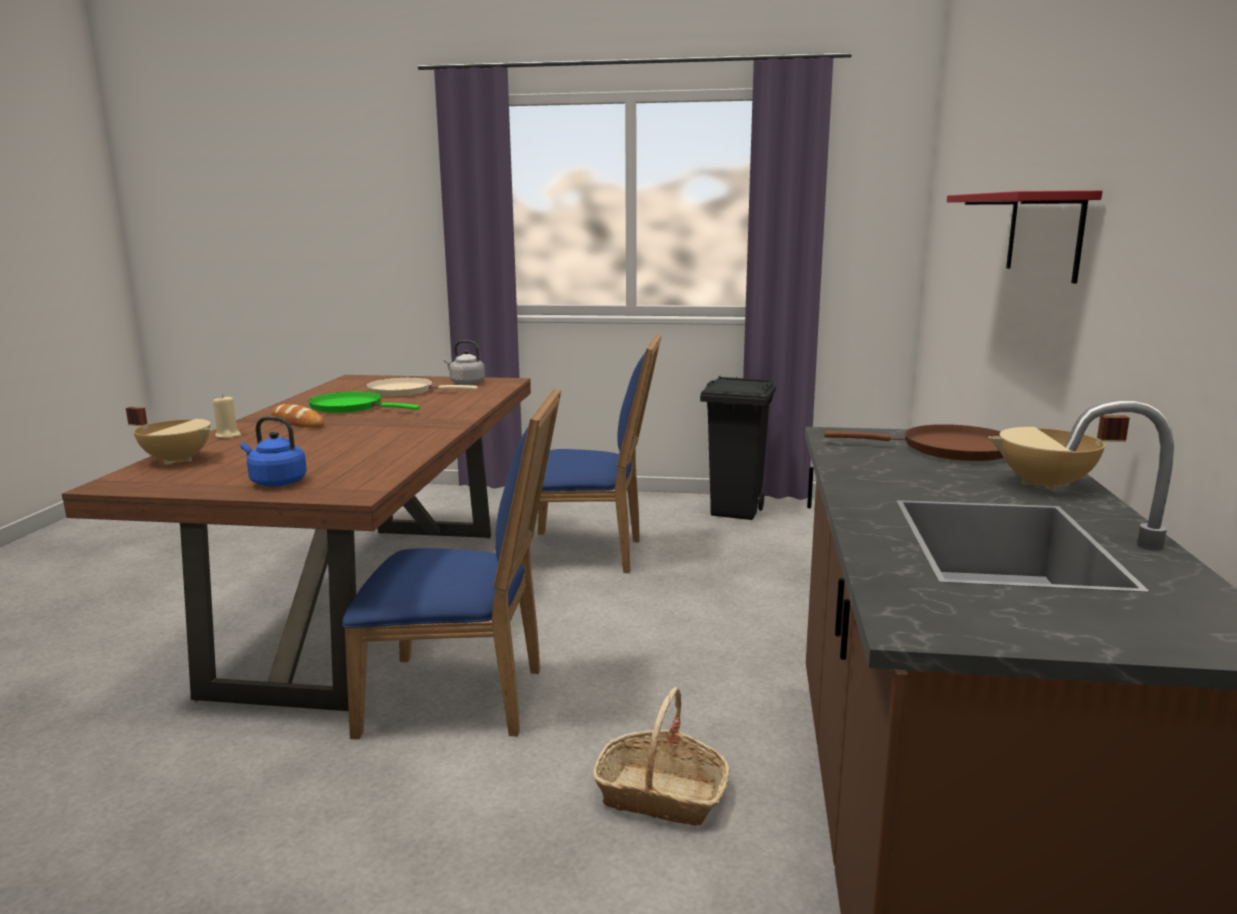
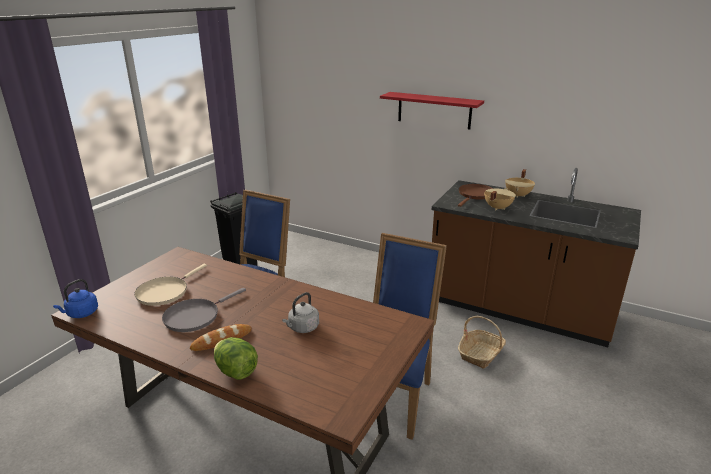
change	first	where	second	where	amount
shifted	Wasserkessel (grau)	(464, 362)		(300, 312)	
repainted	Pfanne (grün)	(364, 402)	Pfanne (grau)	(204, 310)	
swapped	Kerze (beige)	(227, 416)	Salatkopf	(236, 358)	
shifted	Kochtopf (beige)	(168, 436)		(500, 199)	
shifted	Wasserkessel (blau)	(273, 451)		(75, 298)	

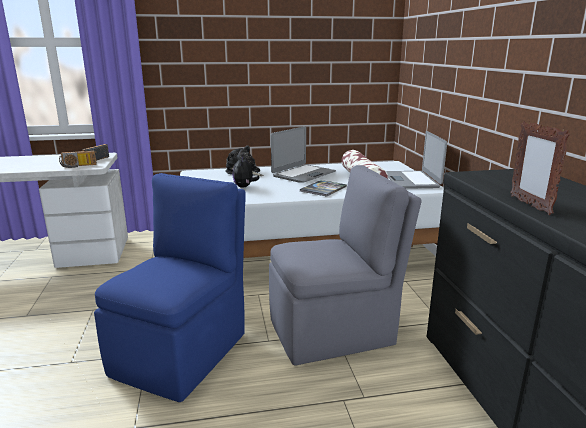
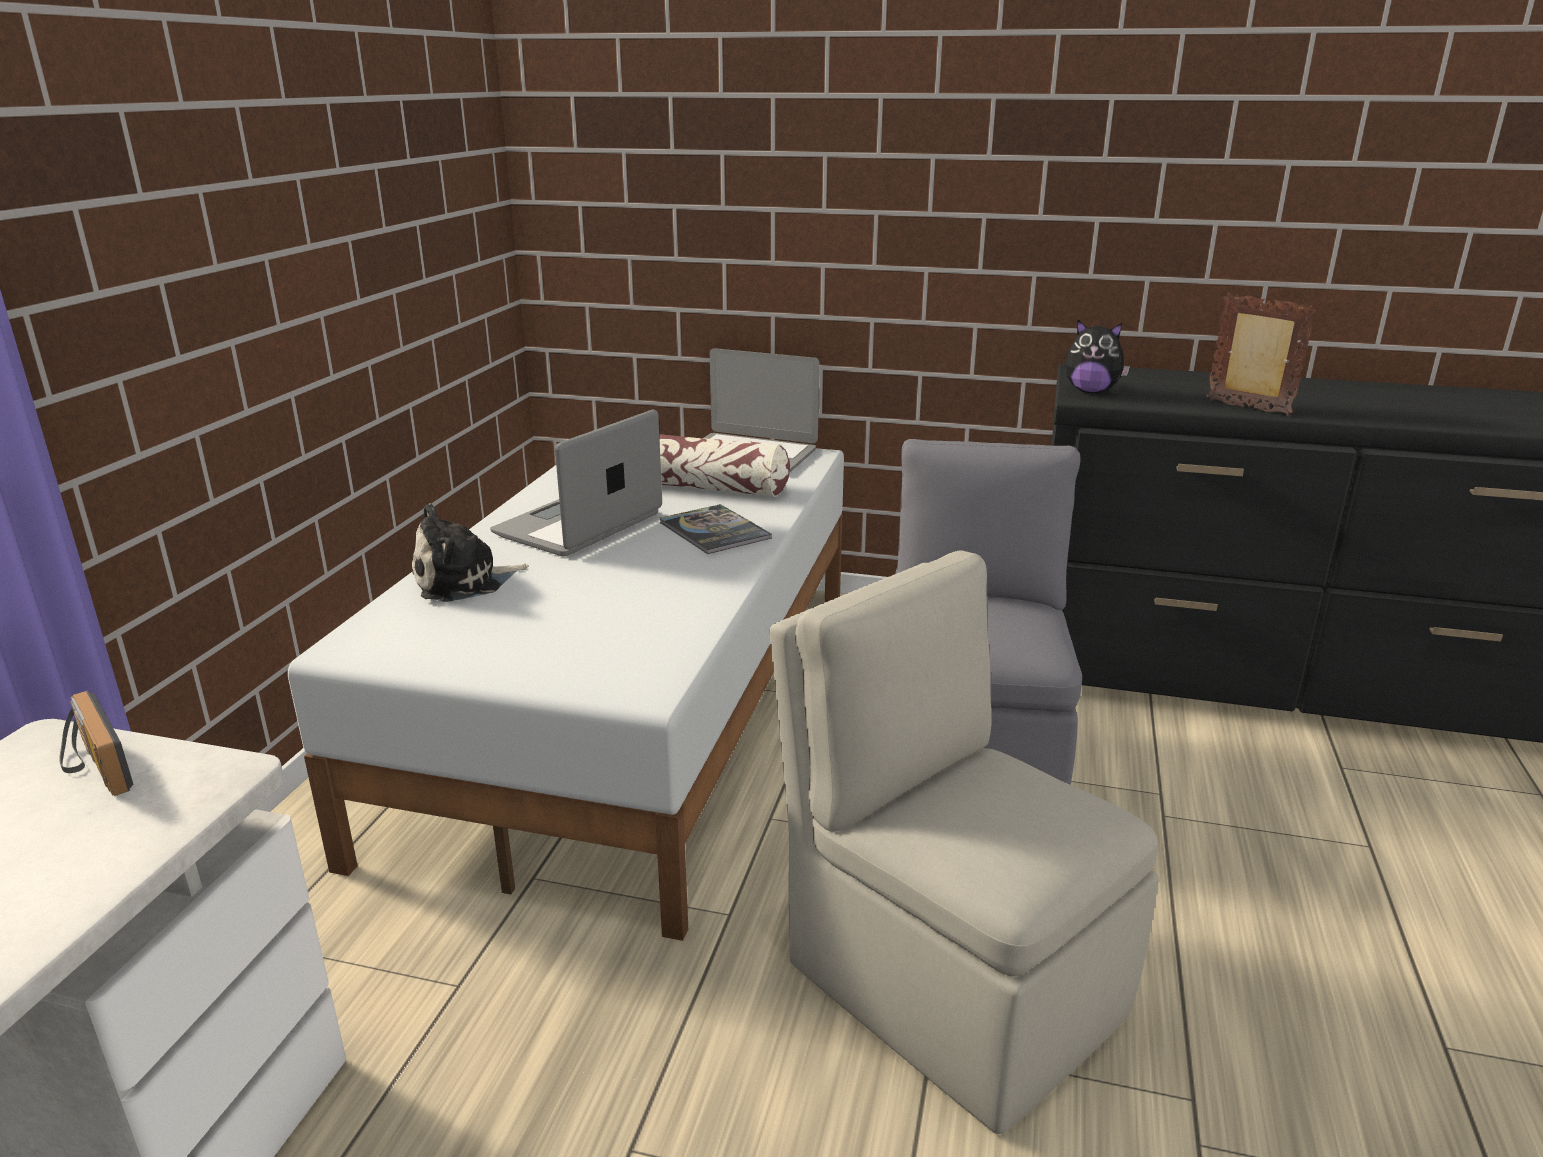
change	first	where	second	where	amount
rotated	Bilderrahmen	(540, 168)		(1261, 354)	150 degrees counterclockwise
rotated	Laptop	(303, 154)		(576, 483)	120 degrees counterclockwise
gone	Radio	(78, 159)			
shifted	Plüschtier	(246, 172)		(1097, 356)	
repainted	Stuhl (blau)	(170, 287)	Stuhl (beige)	(964, 842)	

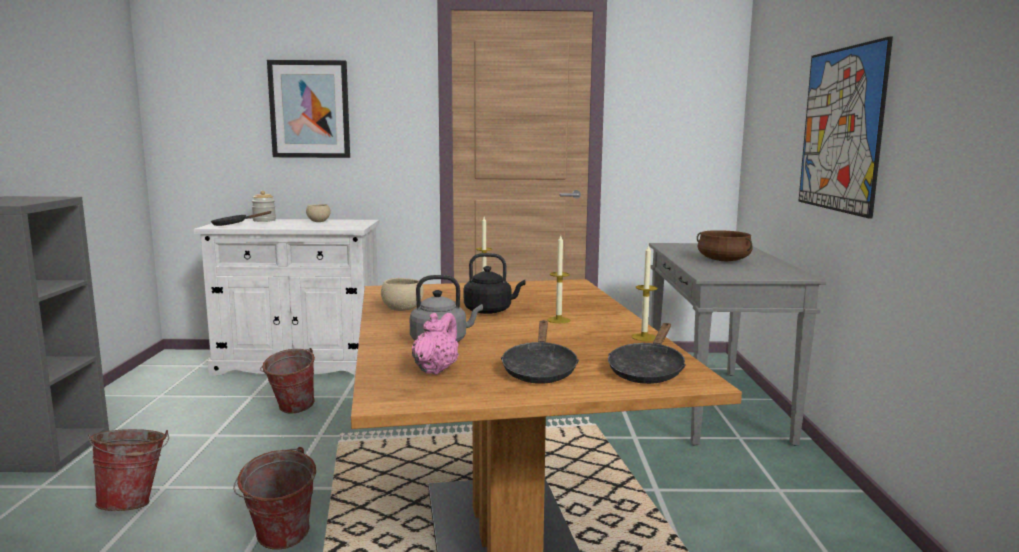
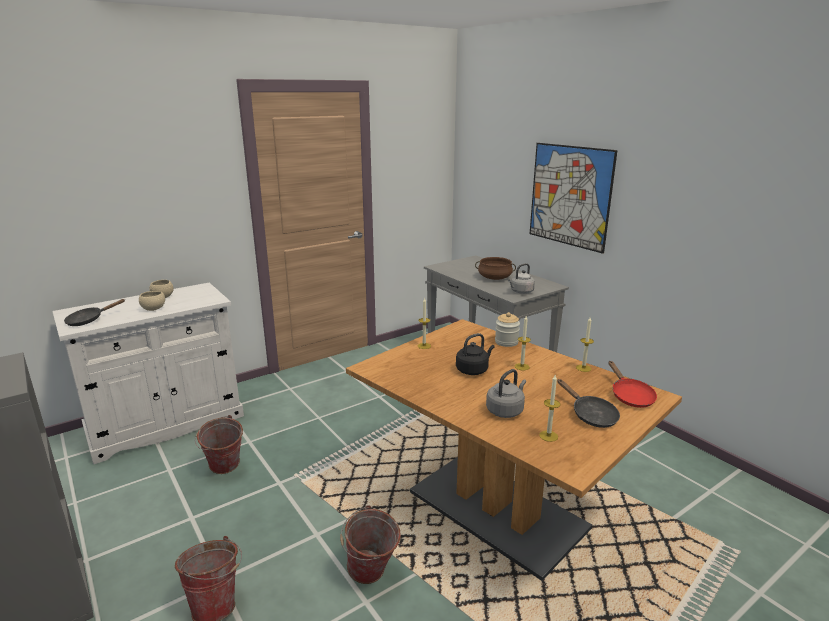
change	first	where	second	where	amount
gone	Bild	(308, 109)			
shifted	Vorratsglas	(264, 206)		(507, 329)	
shifted	Schüssel (beige)	(402, 294)		(152, 301)	
swapped	Teekanne (rosa)	(435, 344)	Kerze	(549, 408)	
repainted	Pfanne (schwarz)	(647, 353)	Pfanne (rot)	(632, 384)	
new			Wasserkessel (grau)	(521, 278)	

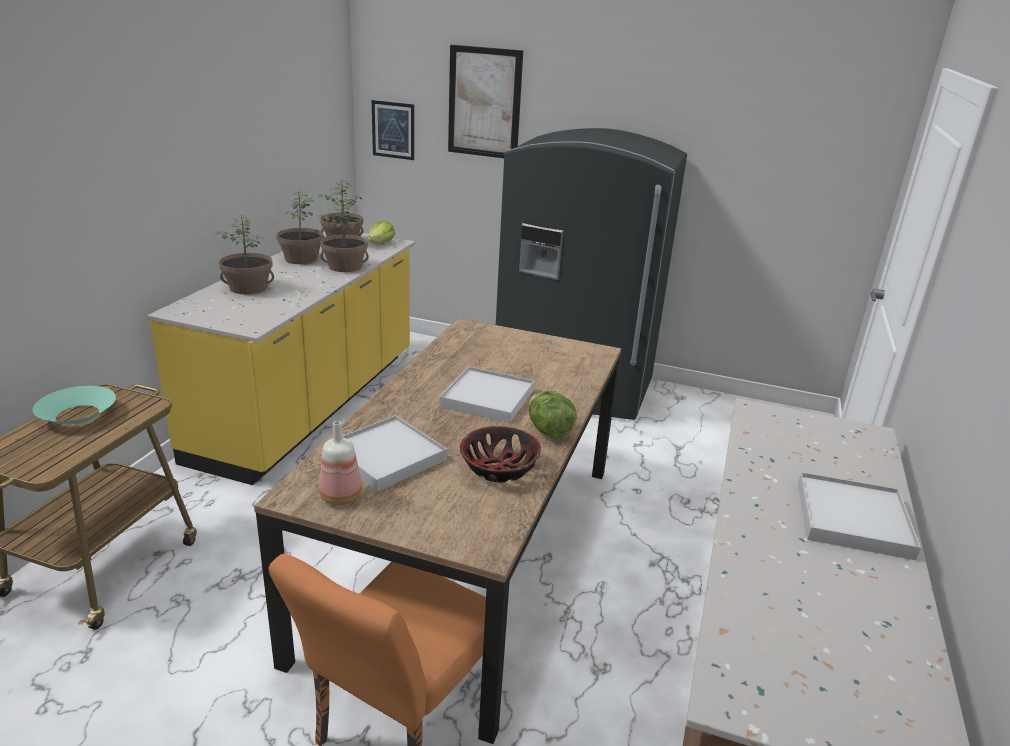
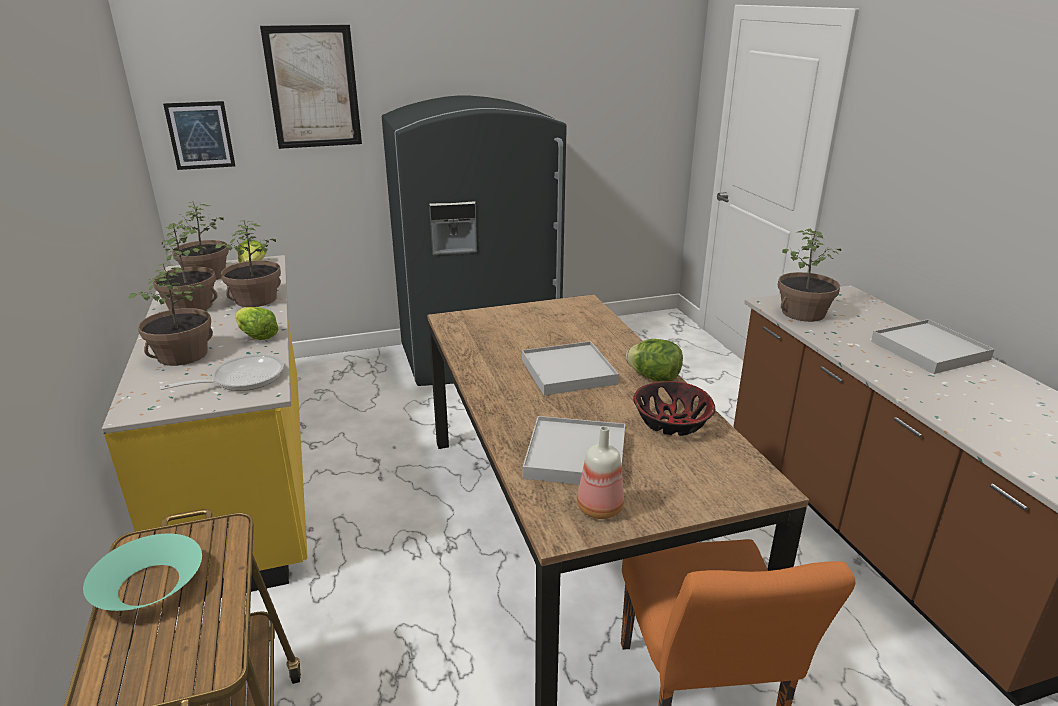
change	first	where	second	where	amount
new			Topfpflanze	(809, 275)	
new			Salatkopf	(256, 323)	
new			Pfanne	(221, 372)	

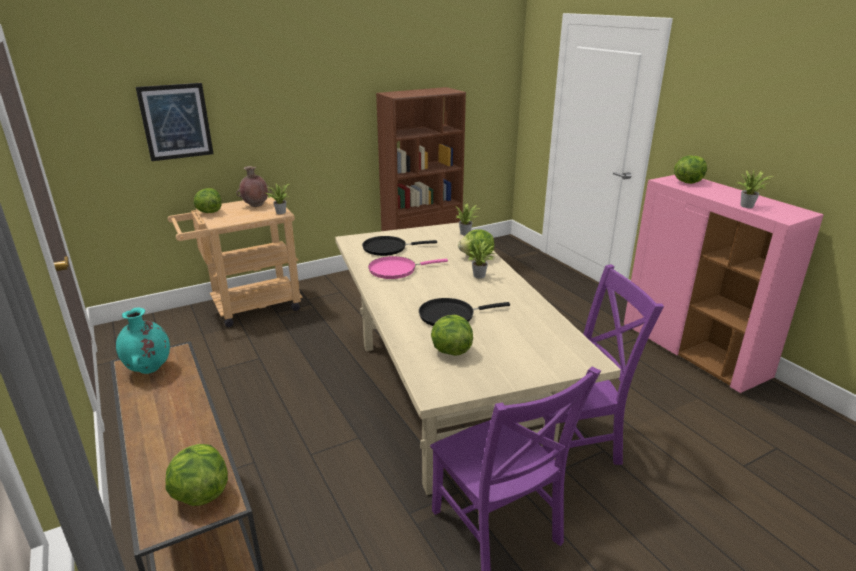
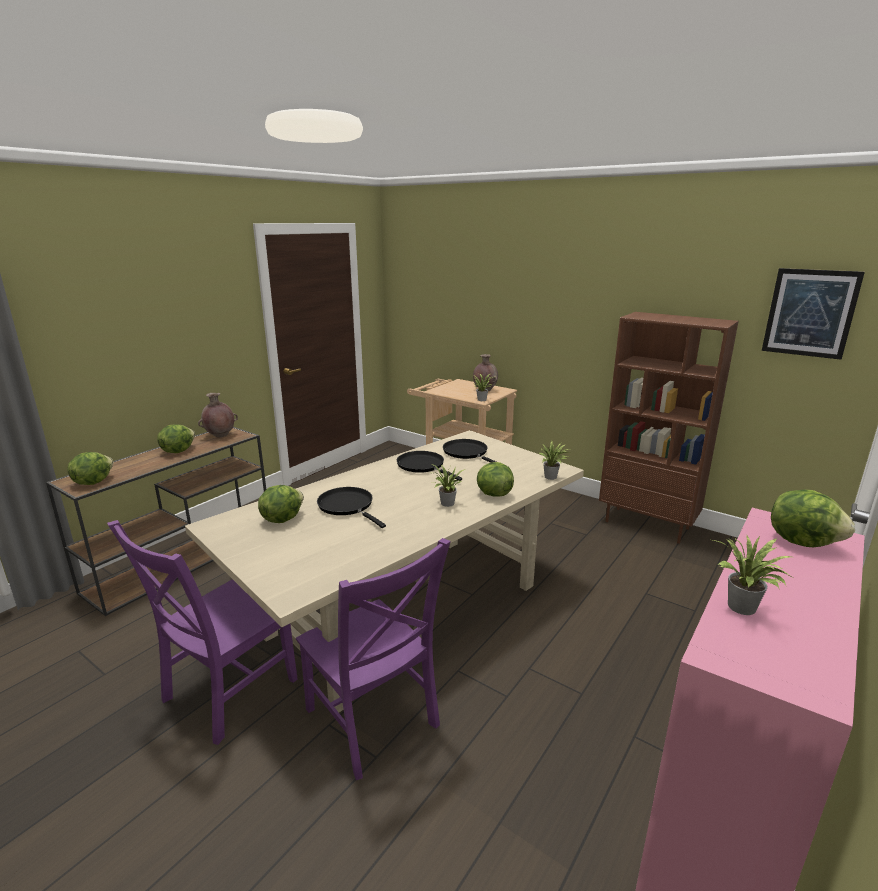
change	first	where	second	where	amount
shifted	Bild	(175, 122)		(813, 314)	
shifted	Salatkopf	(208, 200)		(176, 438)	
repainted	Pfanne (rosa)	(408, 267)	Pfanne (schwarz)	(429, 466)	
repainted	Vase (türkis)	(143, 341)	Vase (braun)	(218, 415)	

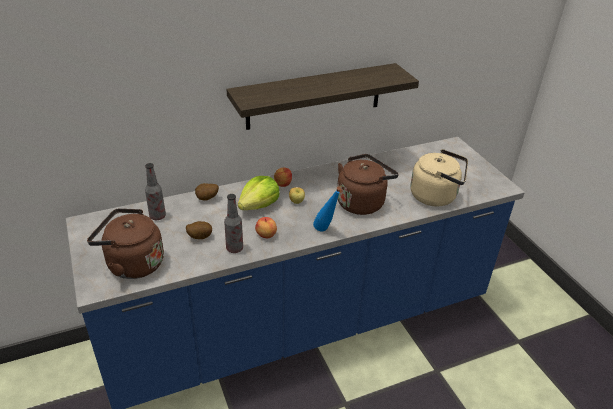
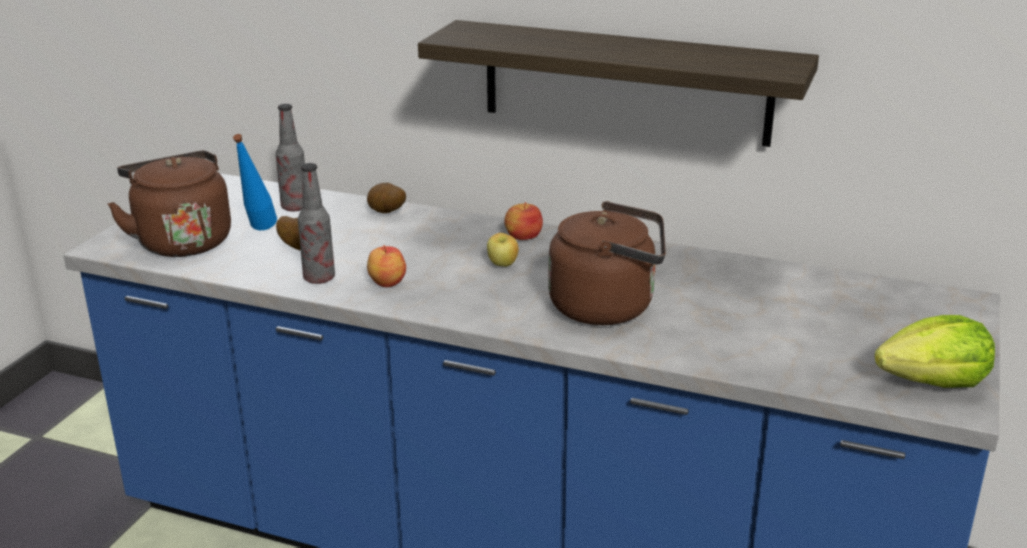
change	first	where	second	where	amount
gone	Wasserkessel (beige)	(439, 177)			
shifted	Salatkopf	(259, 193)		(934, 351)	
shifted	Flasche (blau)	(327, 209)		(255, 182)	

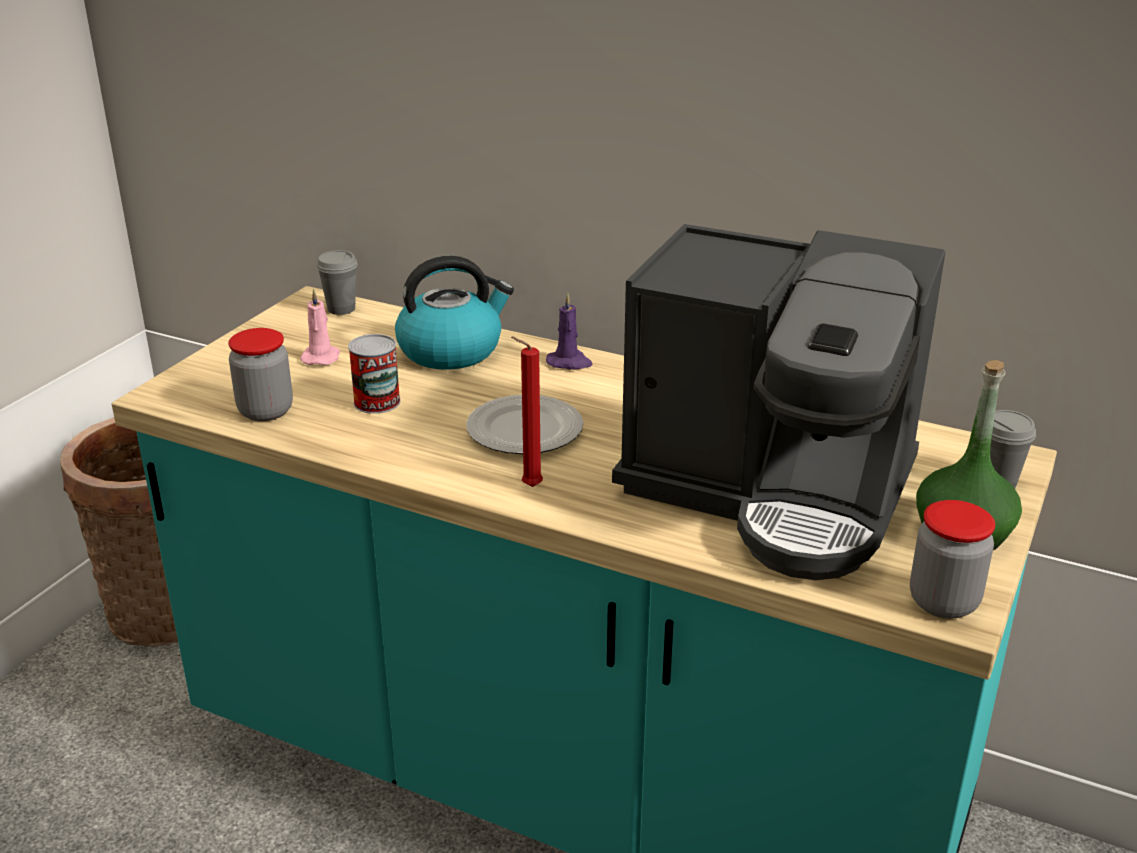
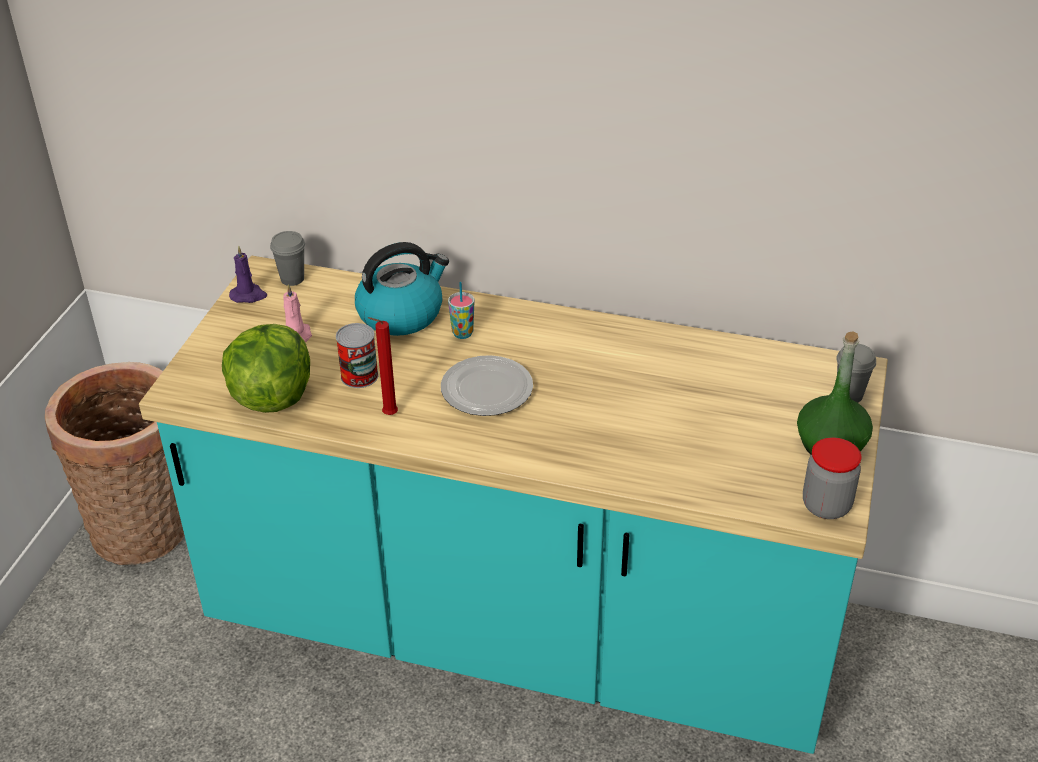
change	first	where	second	where	amount
gone	Kaffeemaschine	(779, 402)			
shifted	Kerze (lila)	(569, 331)		(248, 274)	
swapped	Vorratsglas	(260, 374)	Salatkopf	(266, 368)	
shifted	Kerze (rot)	(527, 412)		(383, 366)	
new			Tasse	(461, 310)	

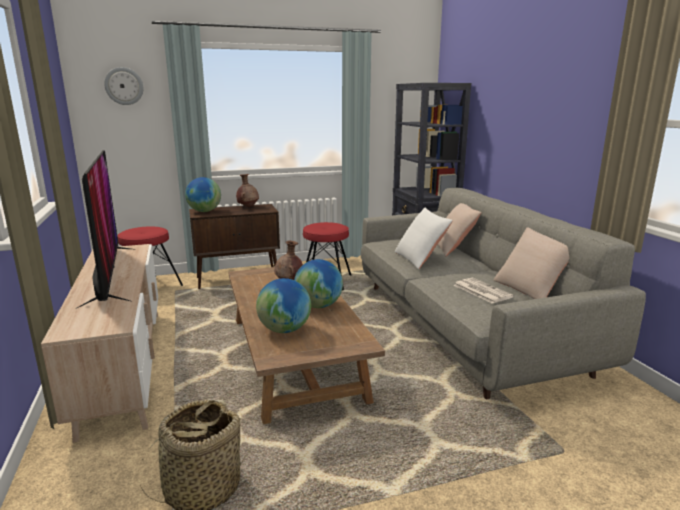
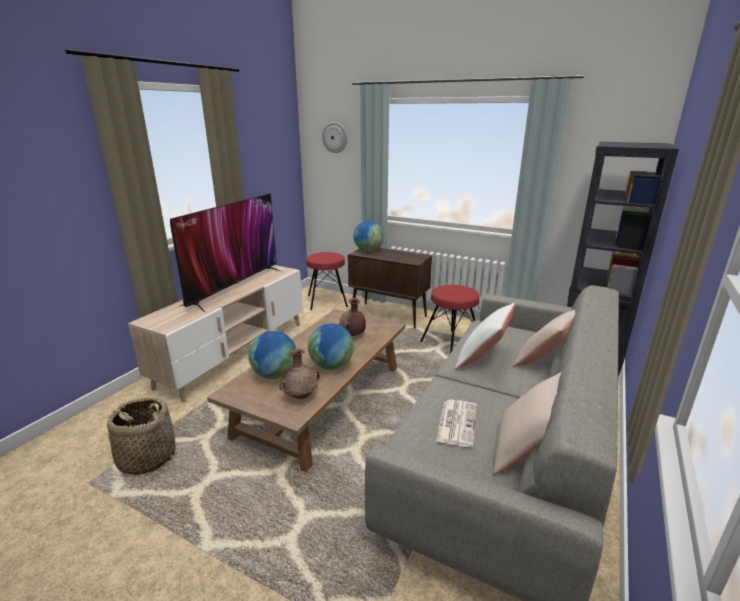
change	first	where	second	where	amount
shifted	Vase (braun)	(247, 190)		(299, 374)	

